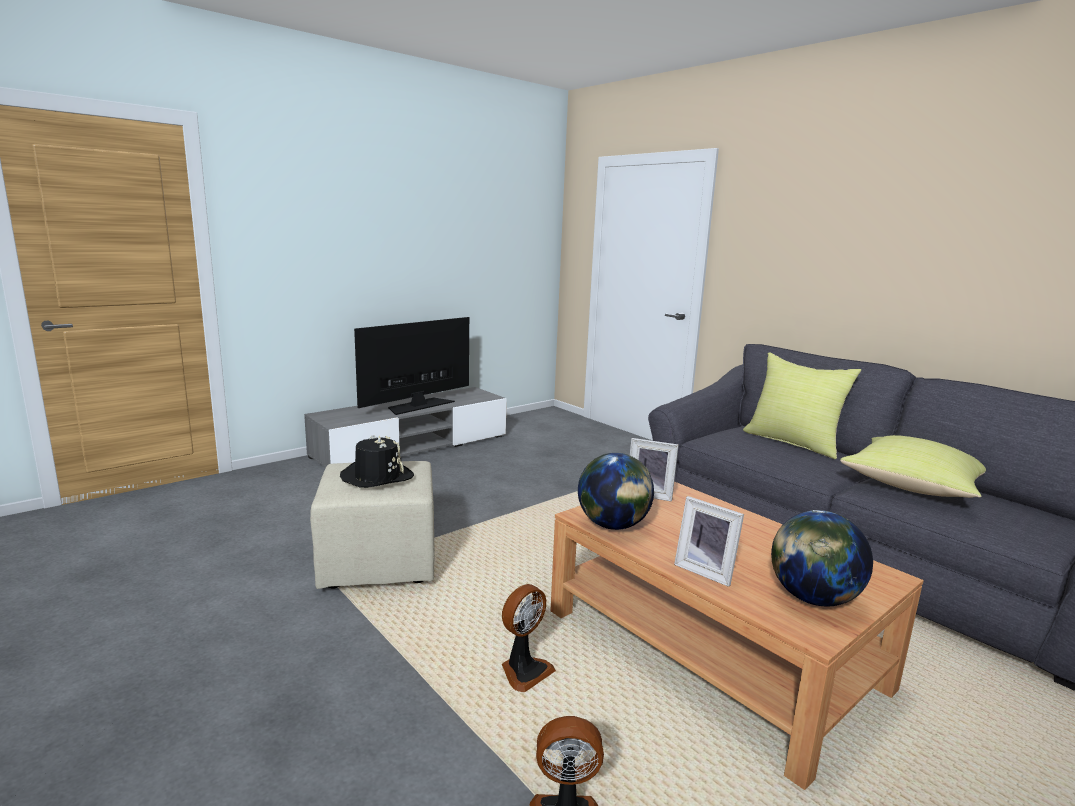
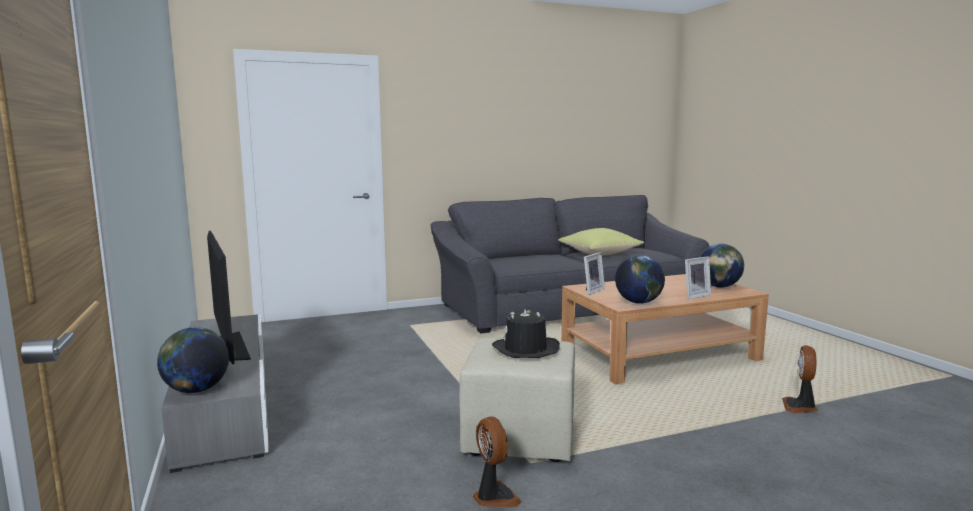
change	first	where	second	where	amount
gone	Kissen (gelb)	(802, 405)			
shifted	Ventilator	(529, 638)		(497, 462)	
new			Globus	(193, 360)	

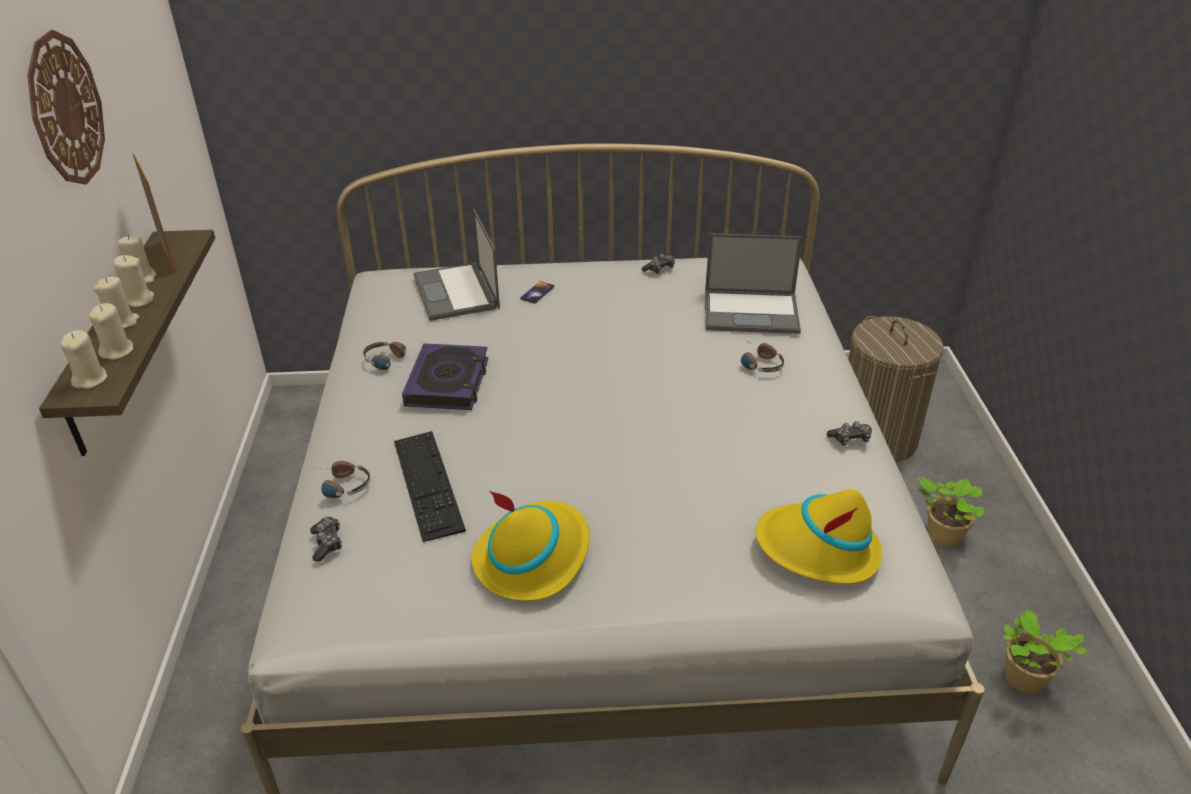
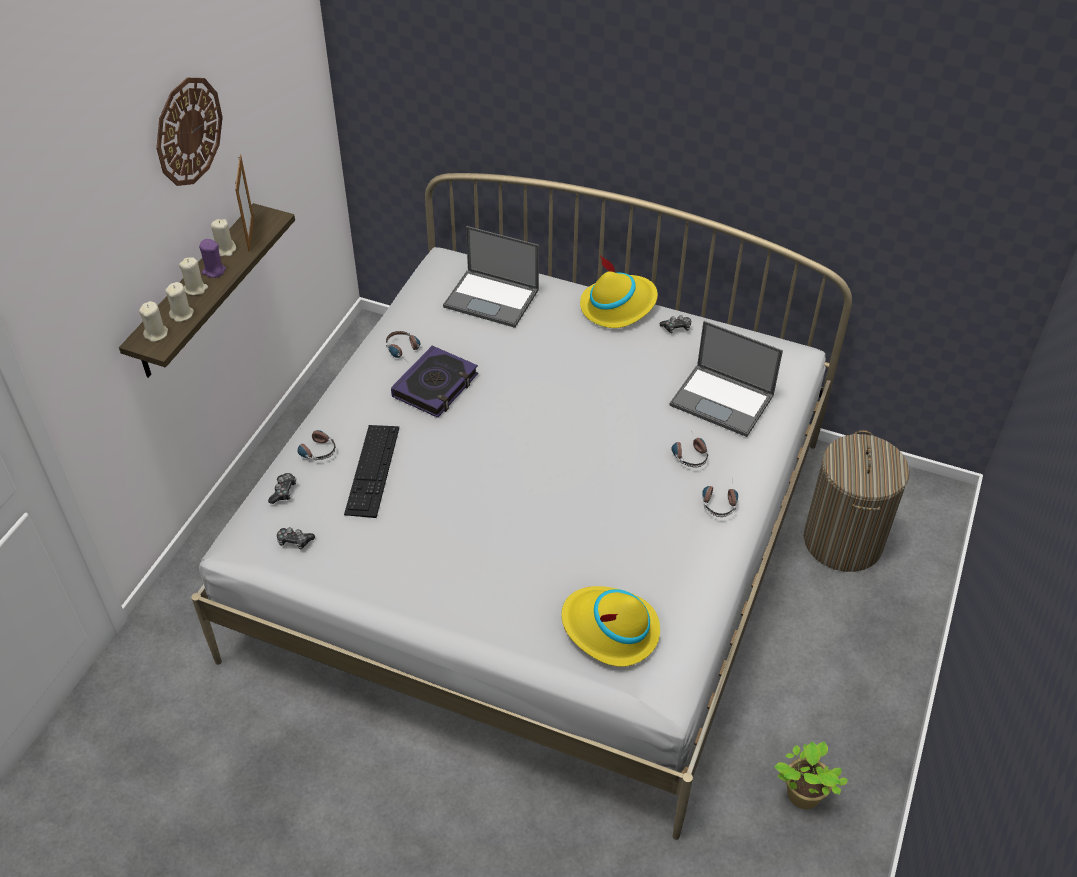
change	first	where	second	where	amount
rotated	Laptop	(457, 265)		(491, 277)	75 degrees counterclockwise
repainted	Kerze (beige)	(134, 281)	Kerze (lila)	(212, 258)	
gone	Handy	(537, 292)			
shifted	Gamepad	(849, 433)		(296, 538)	
gone	Topfpflanze	(951, 512)			
shifted	Hut (gelb)	(530, 546)		(619, 292)	
new			Kopfhörer	(720, 501)	

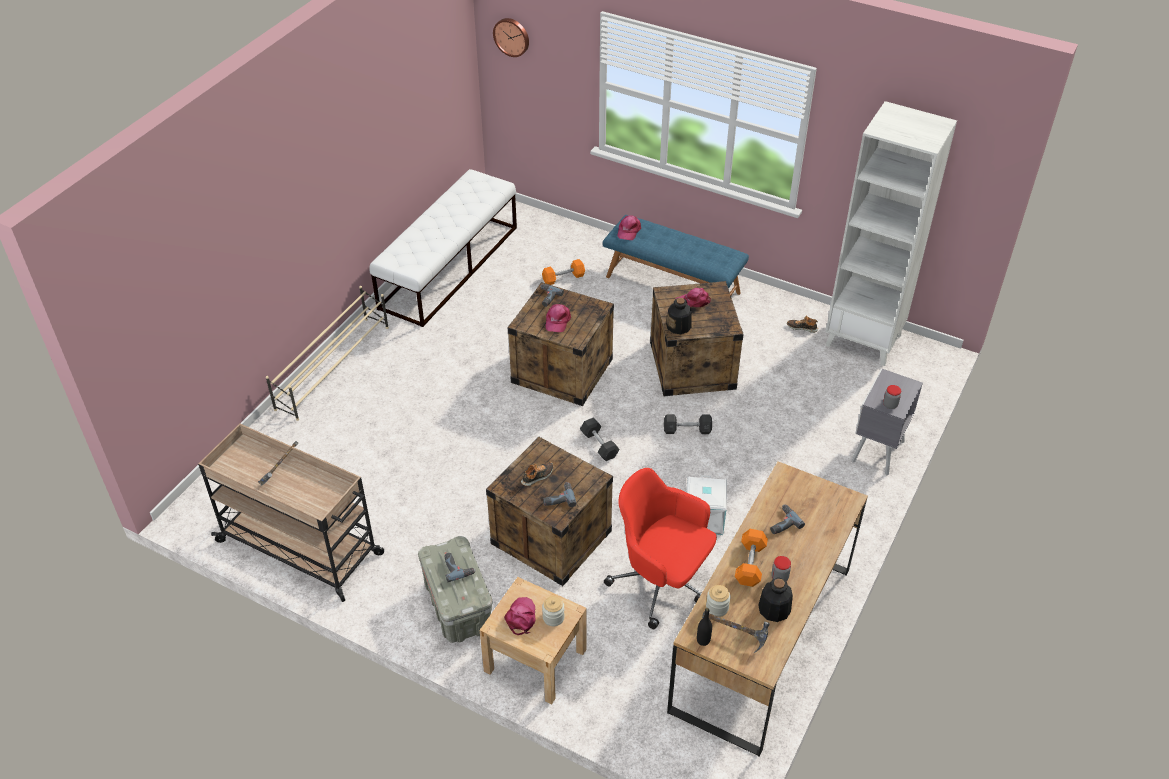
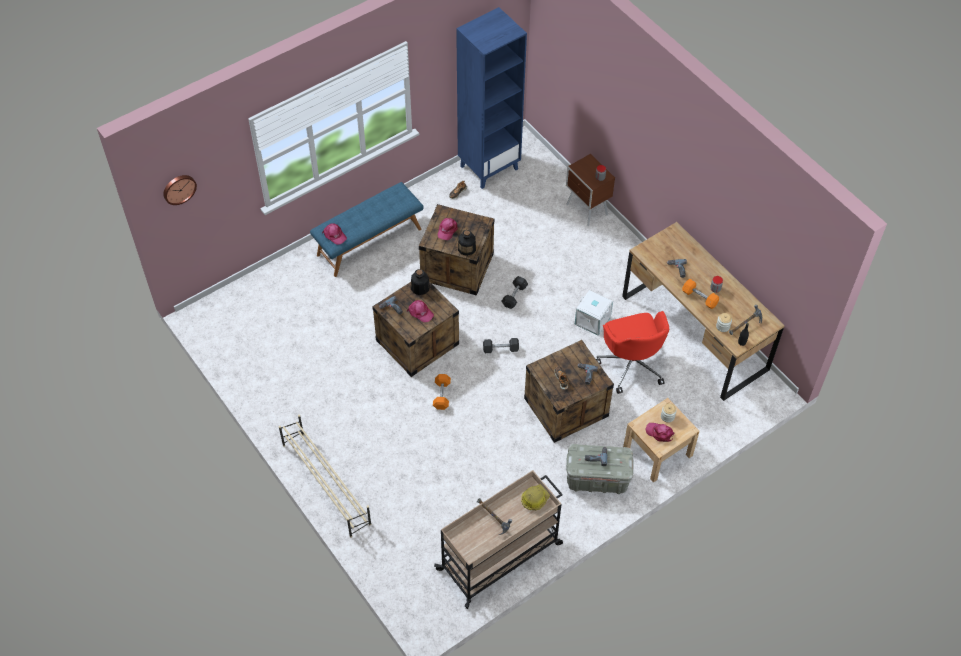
change	first	where	second	where	amount
repainted	Bücherregal (weiß)	(891, 233)	Bücherregal (blau)	(491, 98)	
gone	Bank (weiß)	(443, 248)			
shifted	Hantel (orange)	(563, 272)		(442, 392)	
repainted	Nachttisch (grau)	(887, 422)	Nachttisch (braun)	(590, 190)	
rotated	Bürostuhl (rot)	(660, 548)		(632, 352)	75 degrees counterclockwise
shifted	Flasche	(775, 599)		(420, 282)	
new			Schutzhelm	(535, 497)	

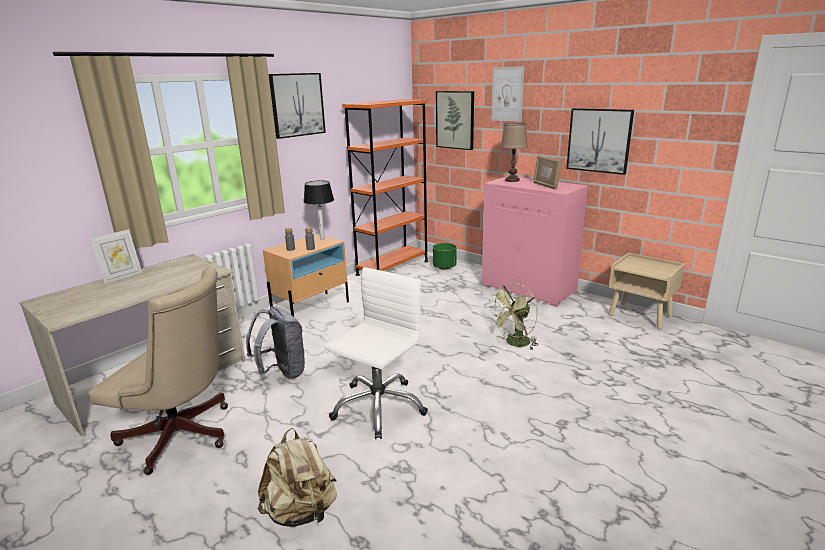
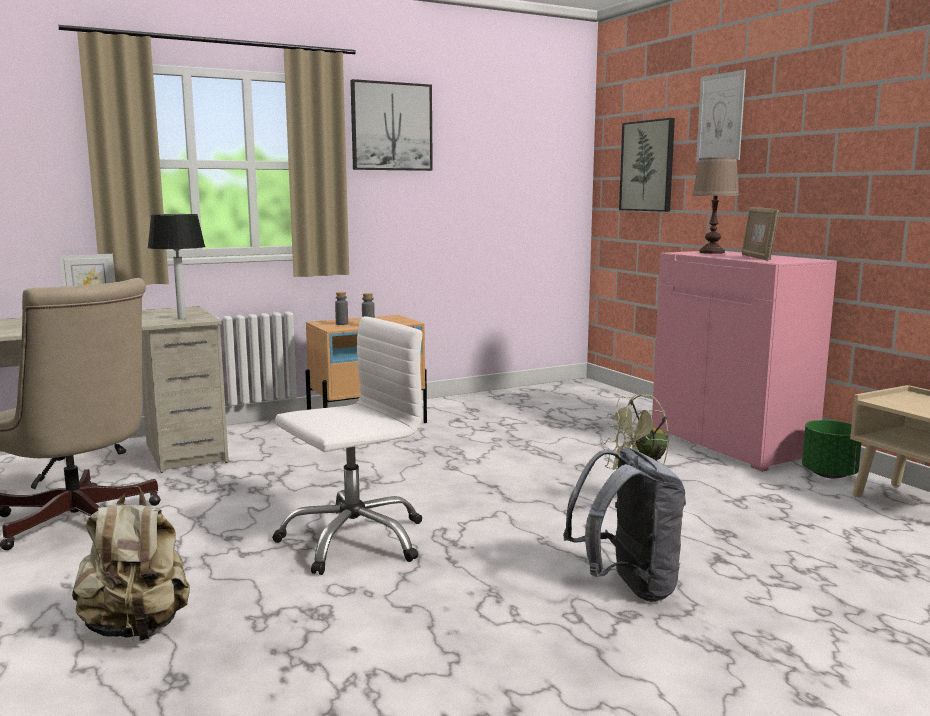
change	first	where	second	where	amount
gone	Bücherregal (orange)	(385, 187)			
gone	Bild	(600, 141)			
shifted	Tischlampe	(318, 210)		(176, 266)	
shifted	Pflanzkübel (grün)	(445, 256)		(832, 449)	
shifted	Rucksack (grau)	(276, 342)		(624, 524)	

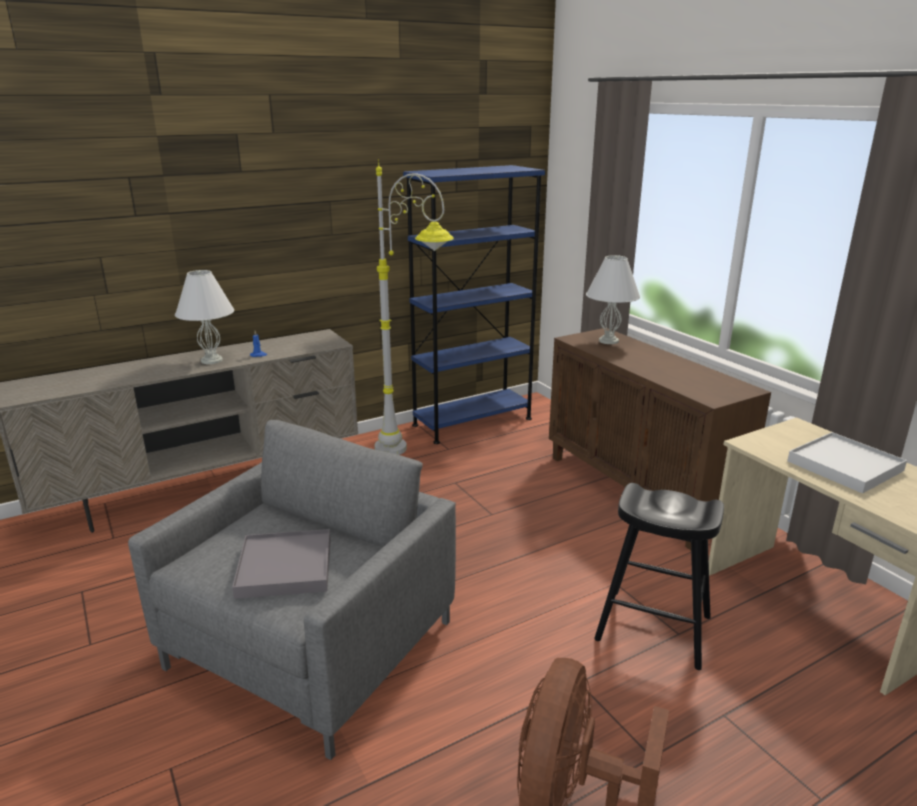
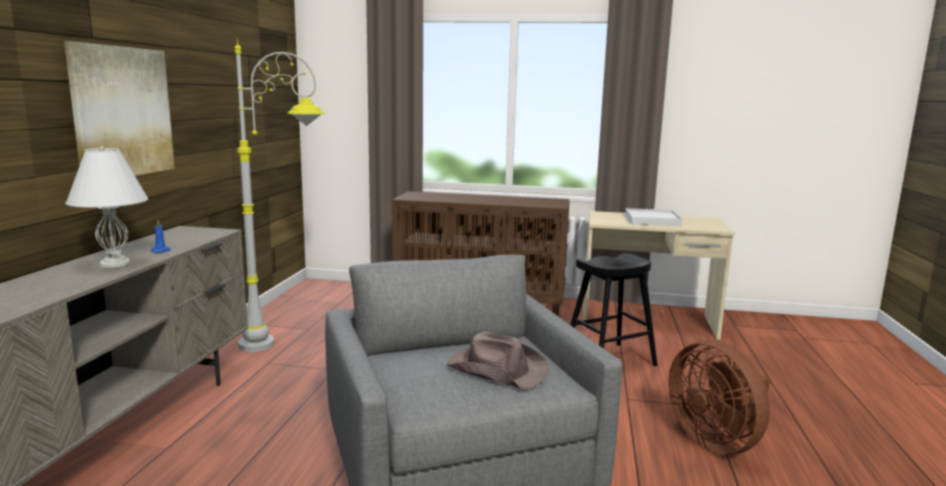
change	first	where	second	where	amount
gone	Bücherregal (blau)	(474, 304)			
gone	Tischlampe (weiß)	(613, 299)			
swapped	Tablett (grau)	(281, 564)	Hut (braun)	(498, 360)	
new			Bild	(119, 108)	

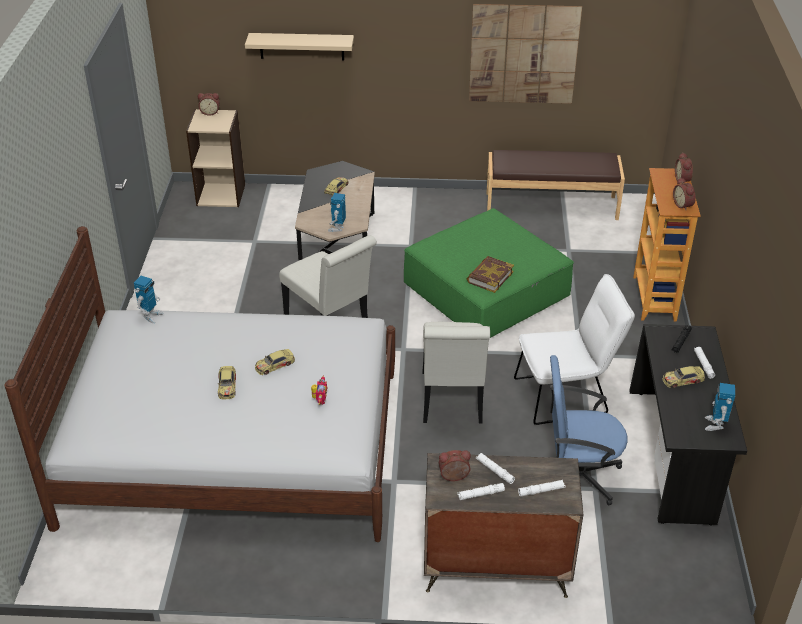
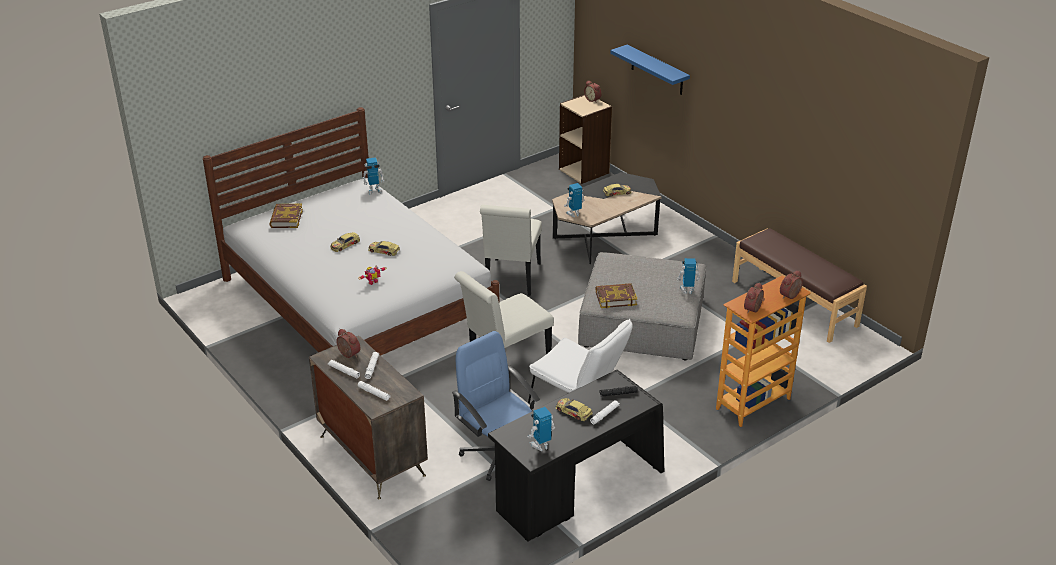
change	first	where	second	where	amount
gone	Bild	(525, 54)			
repainted	Wandregal (beige)	(299, 47)	Wandregal (blau)	(650, 70)	
repainted	Polsterhocker (grün)	(489, 273)	Polsterhocker (grau)	(642, 306)	
new			Buch	(286, 215)	
new			Spielzeugroboter	(688, 276)	

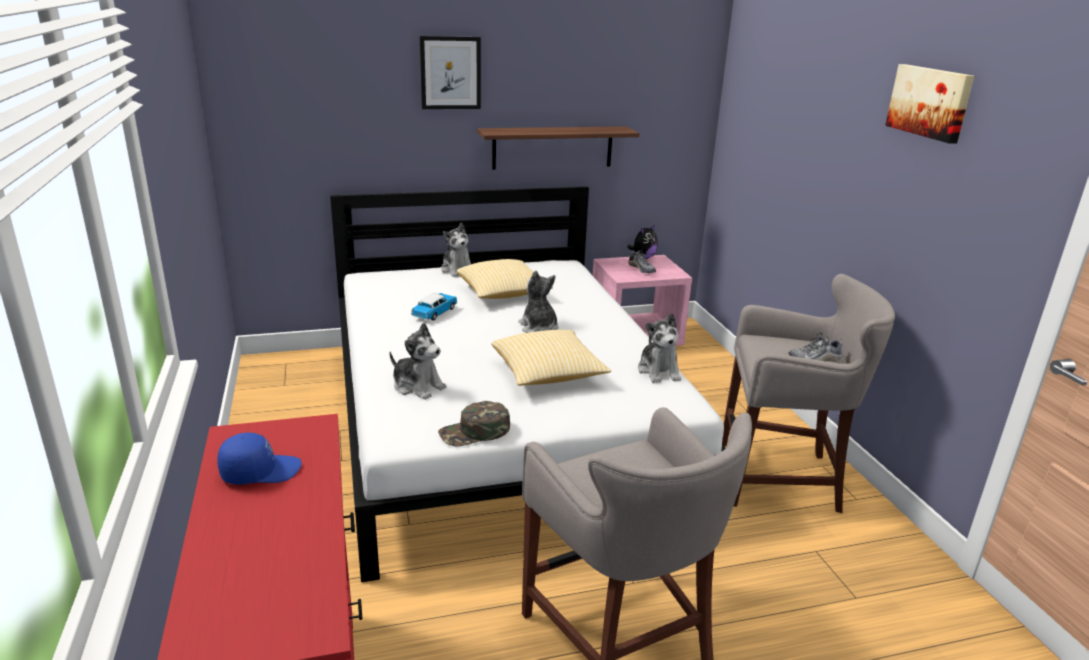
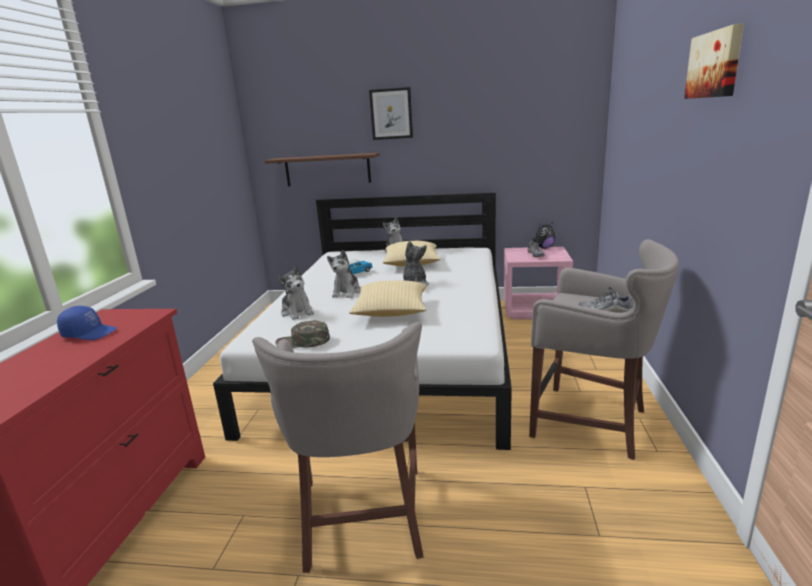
change	first	where	second	where	amount
shifted	Wandregal	(558, 148)		(322, 169)	
shifted	Plüschtier	(659, 348)		(344, 274)	

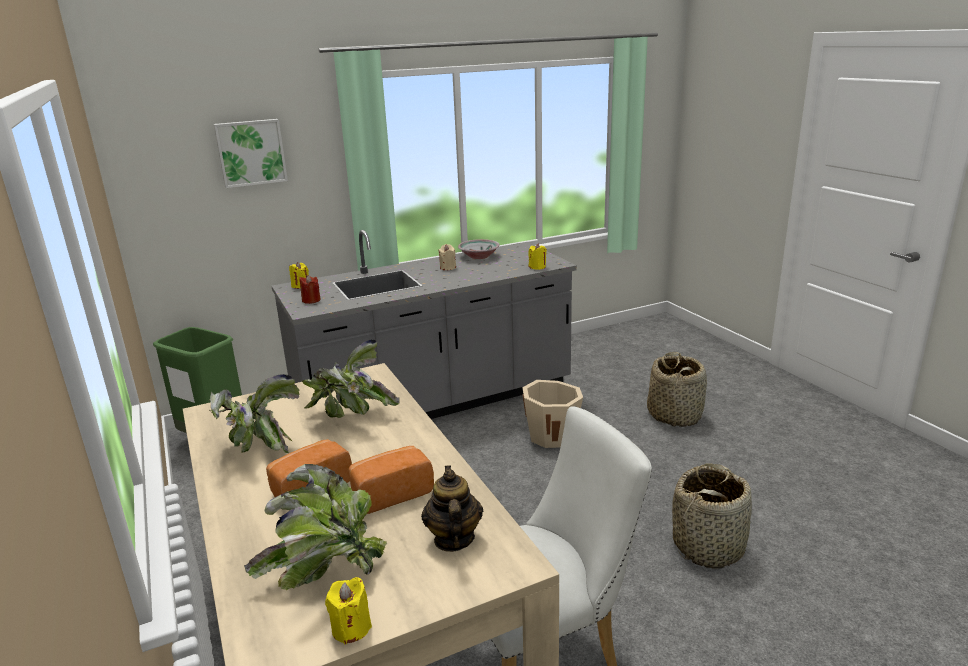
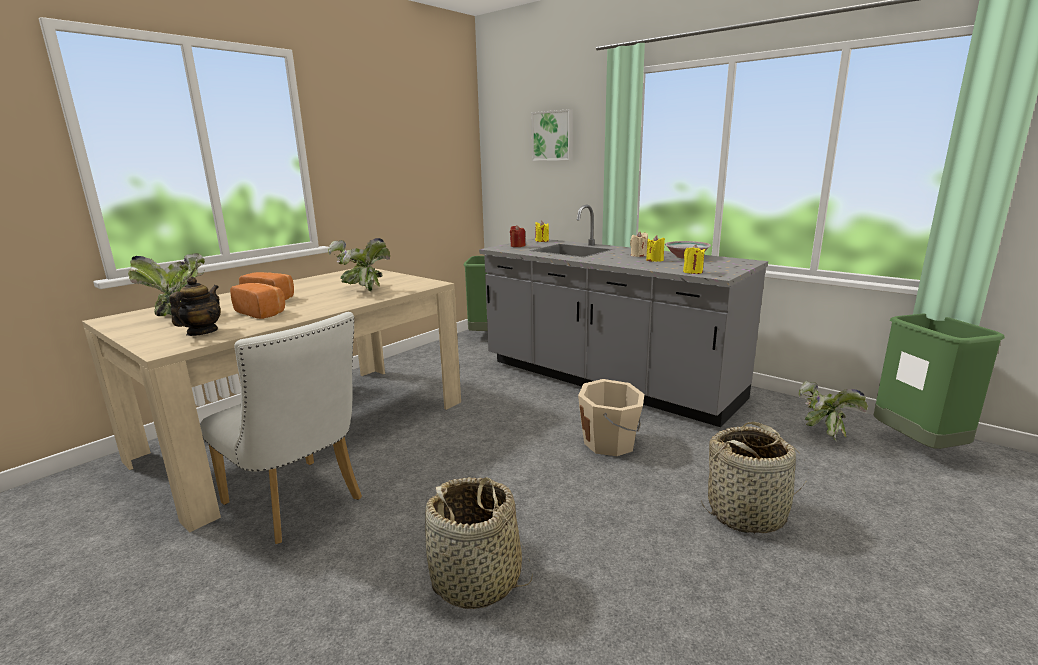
change	first	where	second	where	amount
shifted	Topfpflanze	(254, 413)		(833, 411)	
rotated	Teekanne	(452, 508)		(195, 306)	45 degrees counterclockwise
shifted	Kerze (gelb)	(348, 610)		(655, 248)	
new			Mülleimer (grün)	(939, 381)	

